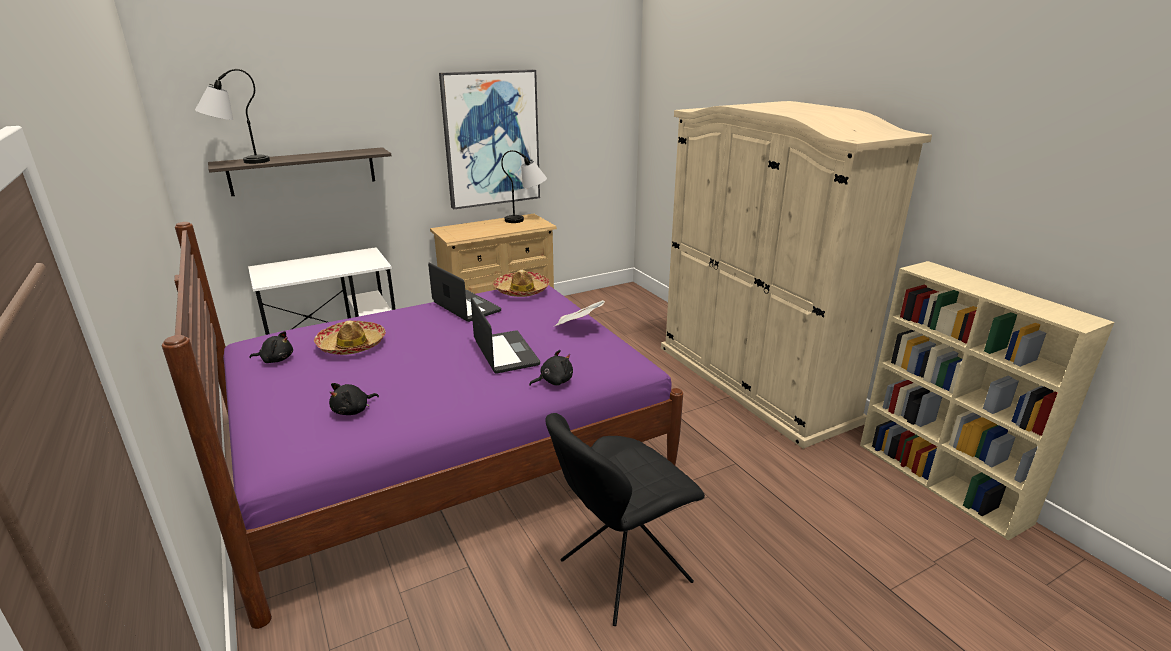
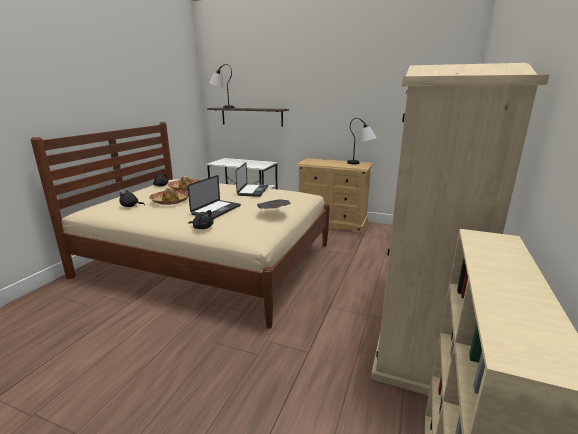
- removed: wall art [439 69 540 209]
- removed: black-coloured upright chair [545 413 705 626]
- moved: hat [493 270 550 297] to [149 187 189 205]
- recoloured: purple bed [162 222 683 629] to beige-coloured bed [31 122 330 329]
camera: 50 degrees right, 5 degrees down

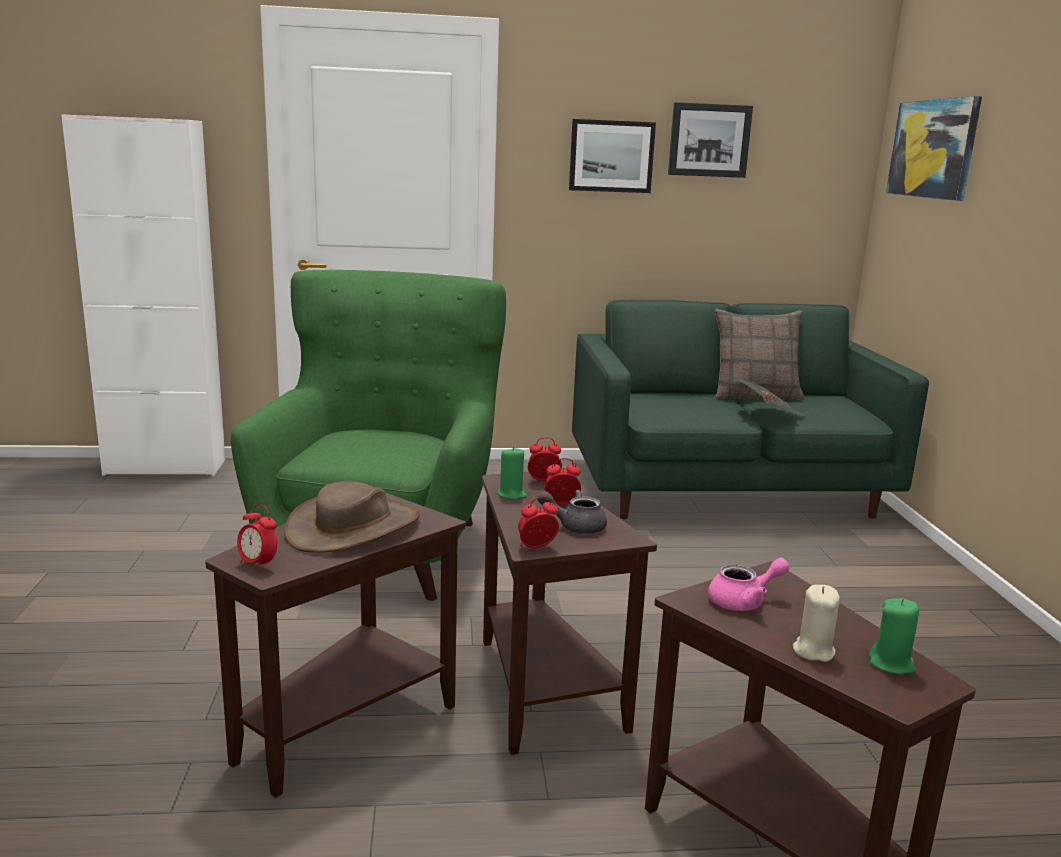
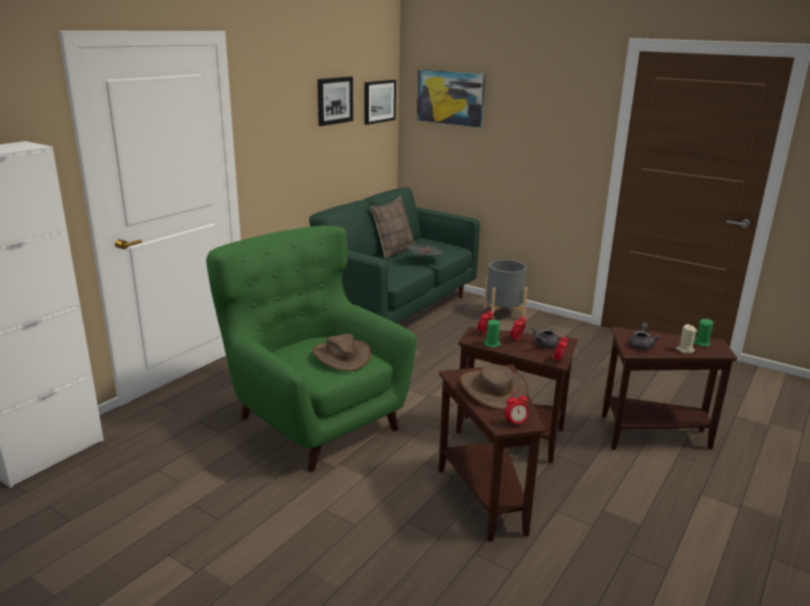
- added: brown-coloured hat [312 334 371 371]
- added: gray flower pot [484 260 528 319]
- moved: wall art [569 119 656 193] to [365 80 396 125]
- recoloured: pink tea pot [708 558 790 611] to gray tea pot [629 322 660 350]
camera: 50 degrees left, 5 degrees up

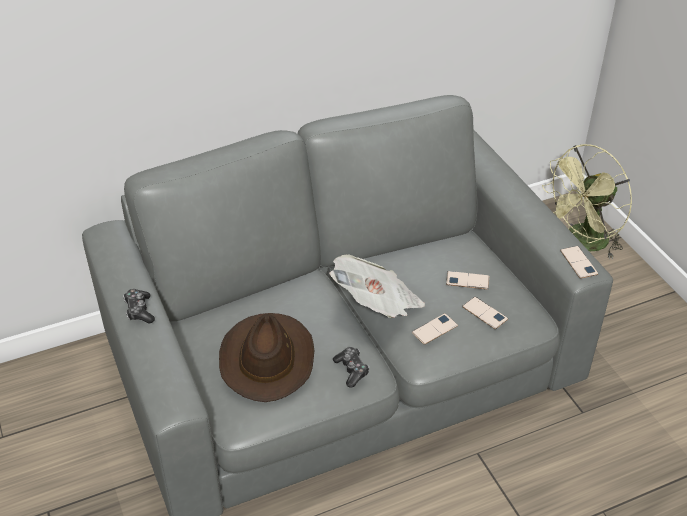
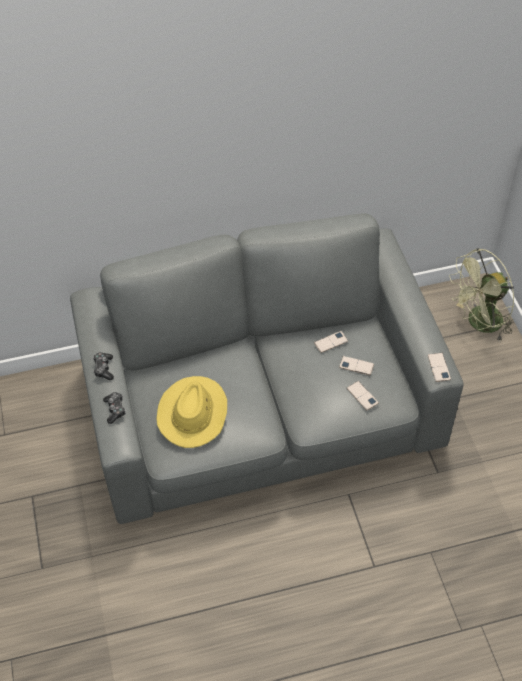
- removed: printed paper [329 254 425 318]
- moved: gamepad [333 347 369 387] to [103 392 126 424]
- moved: handset [412 313 458 345] to [314 331 348 353]
- recoloured: brown-coloured hat [219 313 314 402] to yellow-coloured hat [157 376 227 448]
camera: 10 degrees right, 10 degrees up

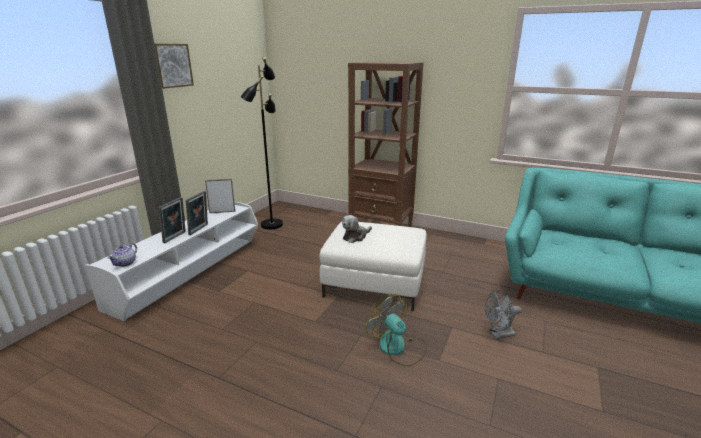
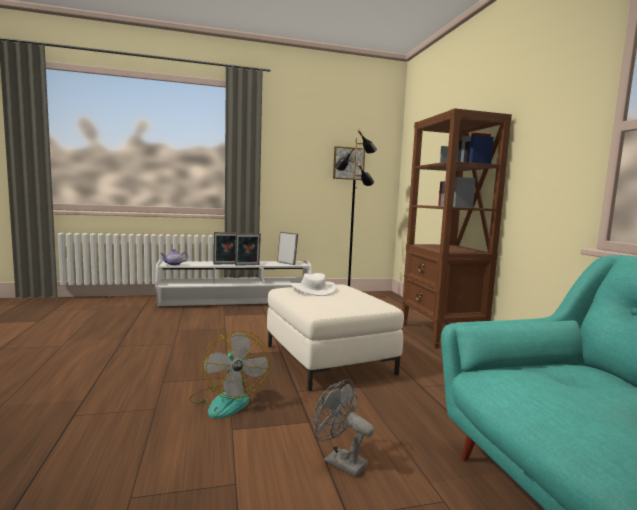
- moved: wall art [155 44 194 89] to [333 146 365 180]
- replaced: soft toy [342 215 372 243] to whitish hat [290 273 337 296]
- turned: fan [365 294 427 367] = [189 330 270 419] 150 degrees clockwise
camera: 50 degrees right, 15 degrees down

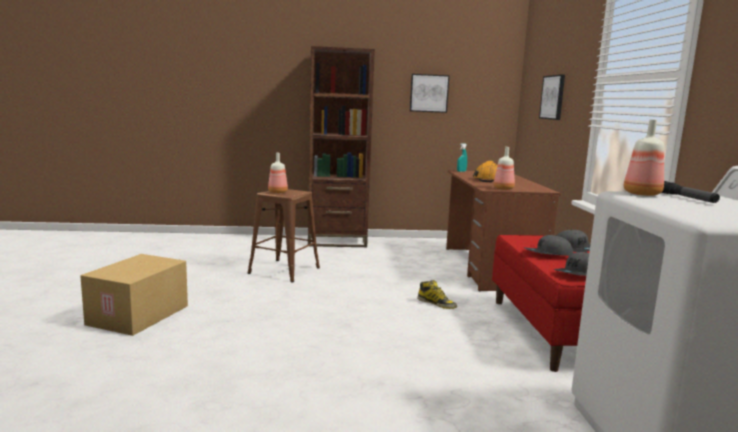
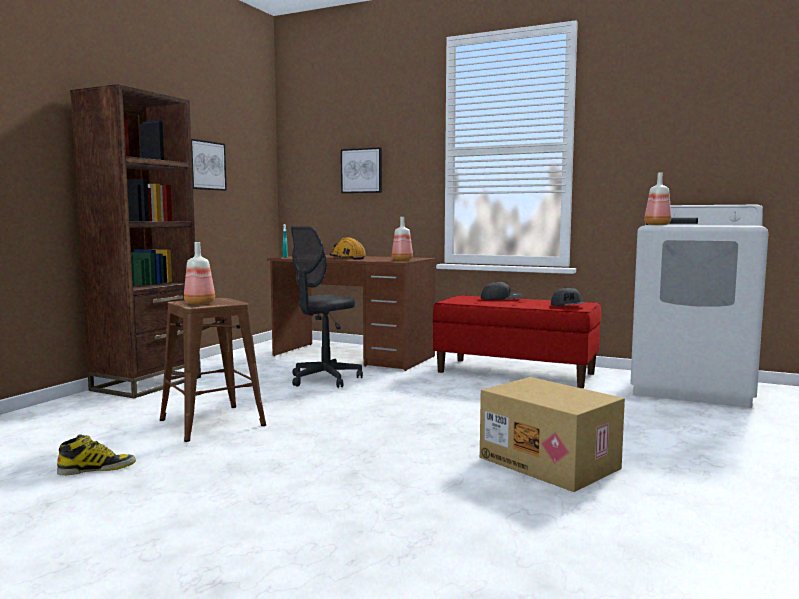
- removed: gray peaked cap [525 235 573 256]
- added: gray computer chair [291 226 363 388]
- moved: packing box [80 254 188 336] to [480 377 625 492]
- moved: boot [417 280 457 309] to [57 434 136 475]
camera: 60 degrees left, 5 degrees down

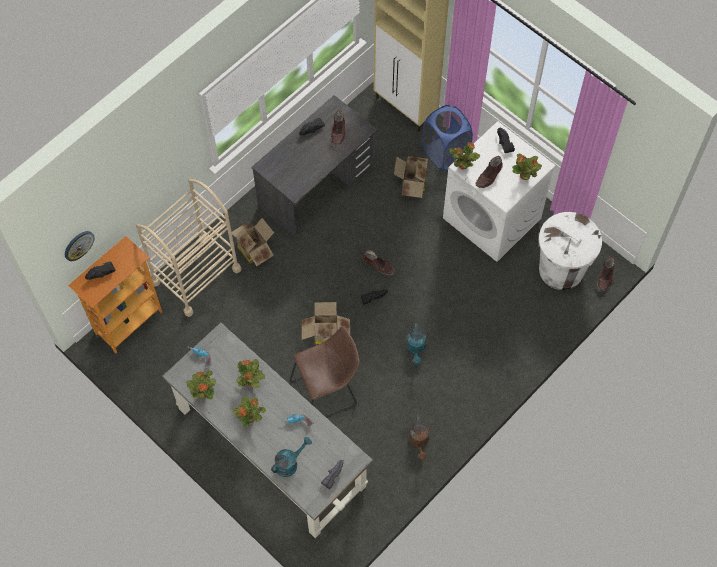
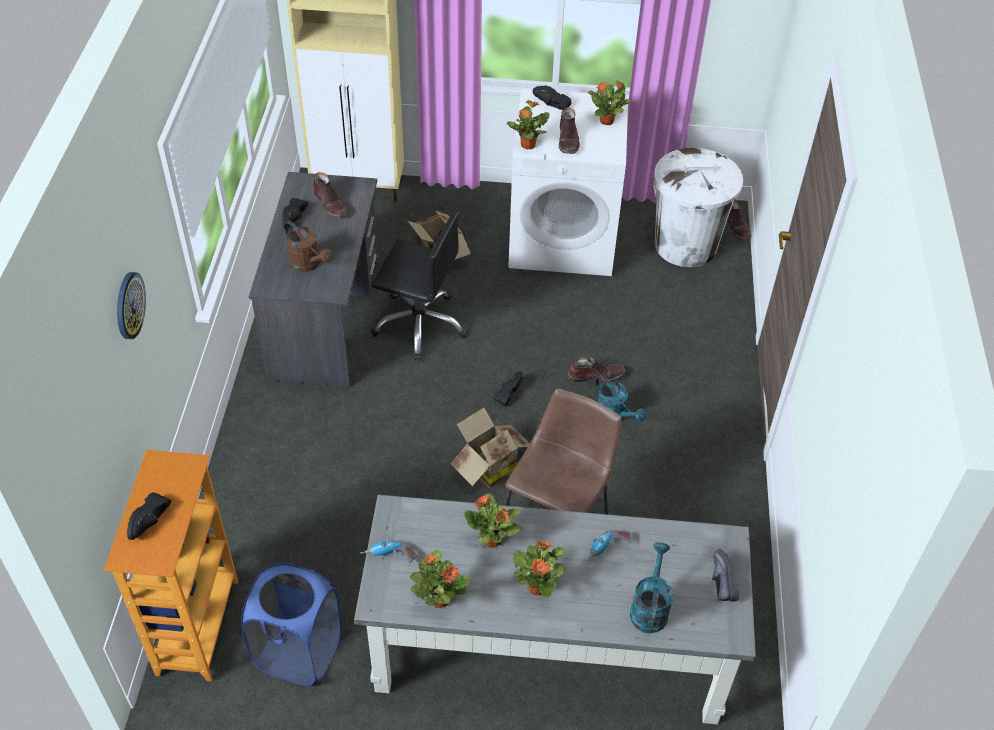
- removed: beige-coloured cart [136 179 241 317]
- removed: packing box [232 218 274 266]
- added: black-coloured computer chair [371 211 467 360]
- moved: wall clock [65 231 95 261] to [117 272 146 339]
- moved: brown-coloured boot [362 250 395 275] to [568 357 625 382]
- moved: brown-coloured watering pot [409 416 429 460] to [284 221 333 272]
- moved: blue washing basket [422 105 473 171] to [241 563 342 686]
camera: 40 degrees left, 15 degrees down

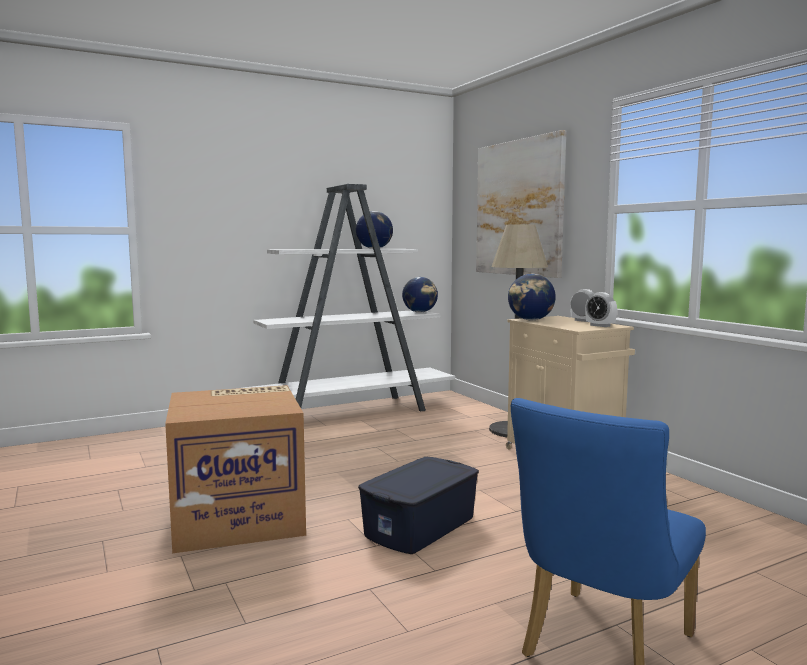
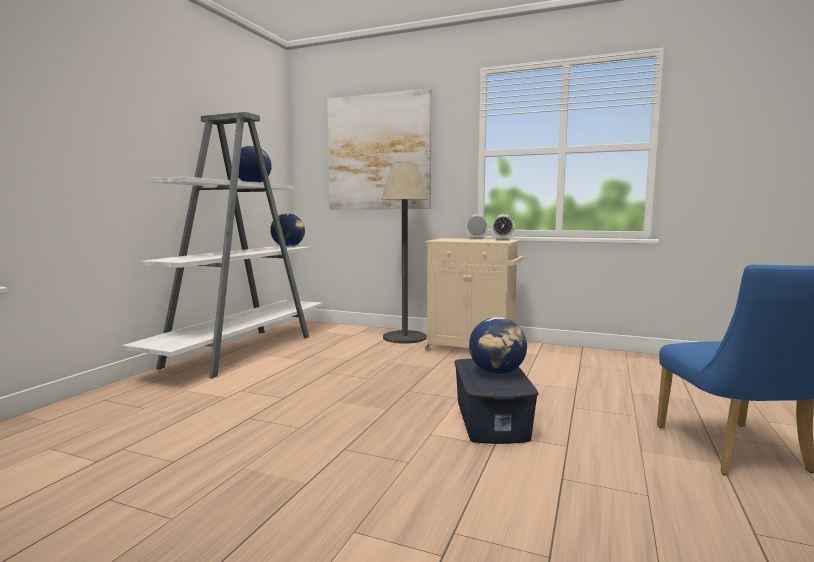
- removed: packing box [165 385 306 553]
- moved: globe [508 274 556 320] to [469 317 527 375]
camera: 40 degrees left, 0 degrees up

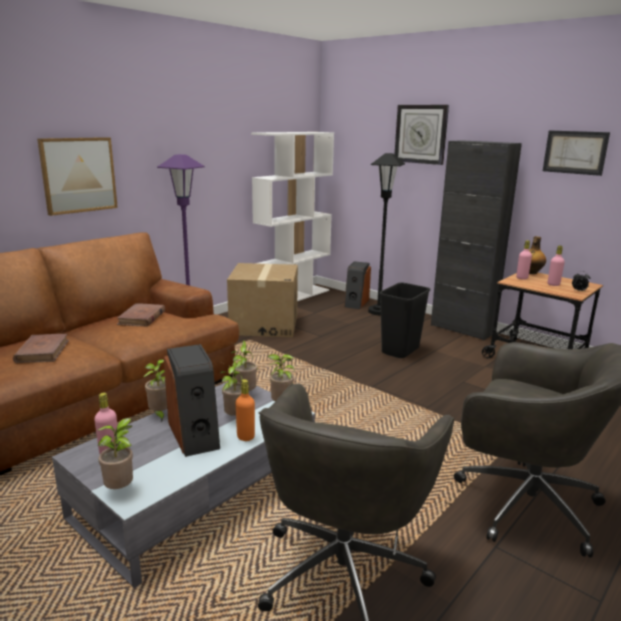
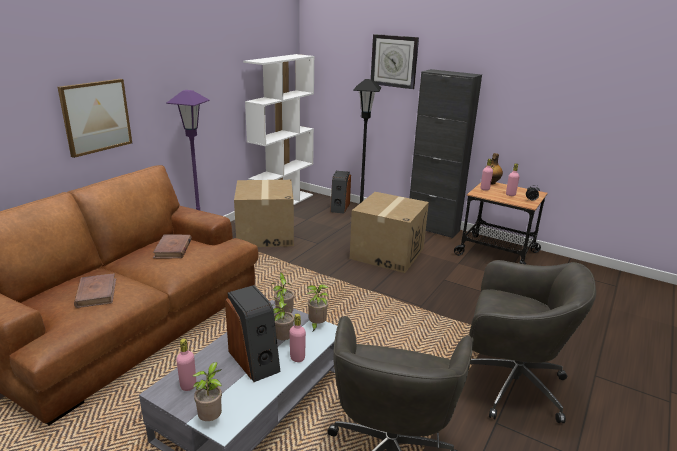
- removed: plant in a pot [143 360 167 422]
- removed: wall art [543 130 610 176]
- replaced: black-coloured trash can [379 283 430 358] to packing box [350 192 429 273]
- recoloured: orange-coloured drink bottle [236 379 255 441] to pink drink bottle [289 314 306 362]
camera: 10 degrees left, 5 degrees up

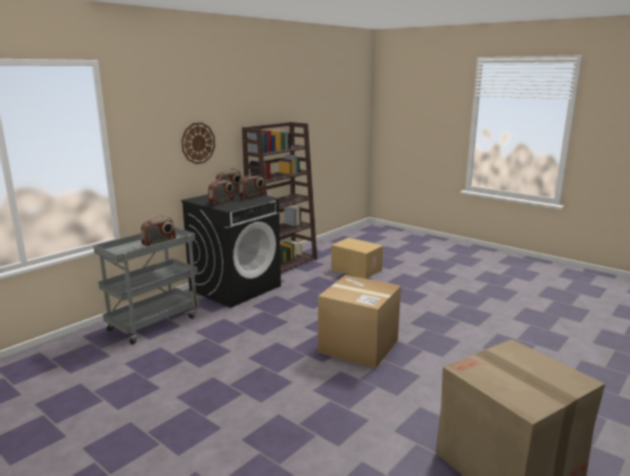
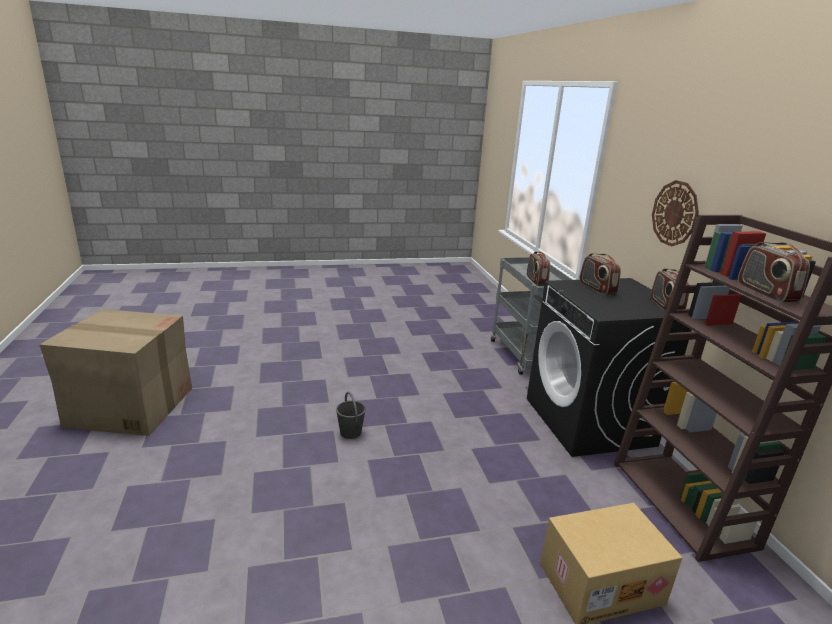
- moved: radio [239 172 266 200] to [738 242 810 302]
- replaced: packing box [318 275 401 369] to gray pail [336 392 366 439]
camera: 125 degrees right, 5 degrees up

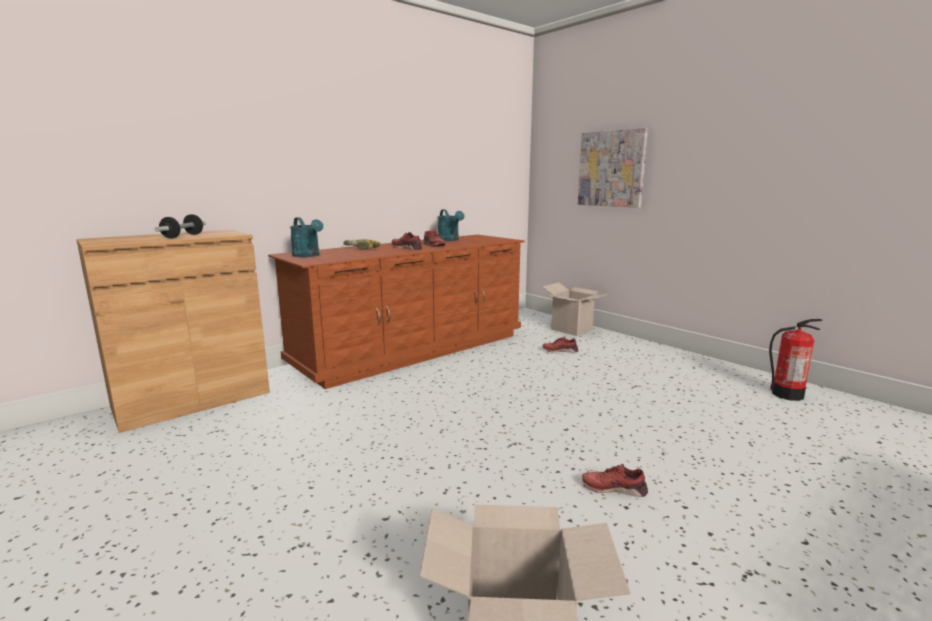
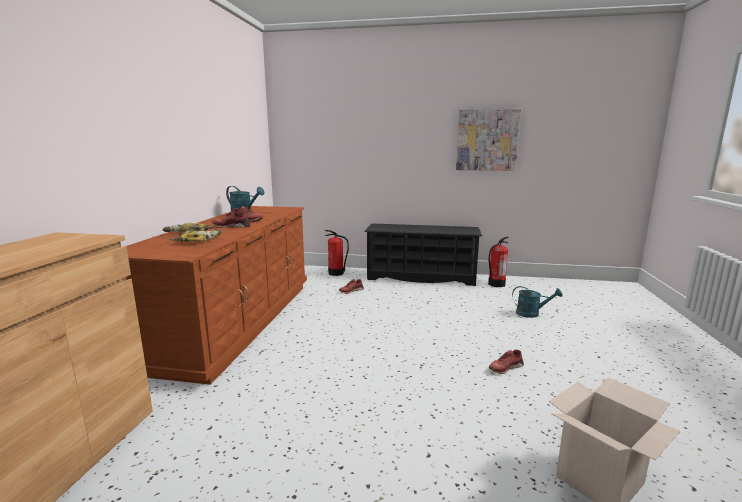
- removed: free weight [155 214 206 239]
- added: drill [169 229 222 242]
- added: black-coloured shoe rack [364 224 482 286]
- moved: blue-green watering pot [290 217 323 257] to [512 286 563 318]
- moved: wall art [578 128 648 208] to [456 109 521 171]
- replaced: packing box [542 282 608 336] to fire extinguisher [325 230 349 276]
camera: 40 degrees left, 0 degrees up

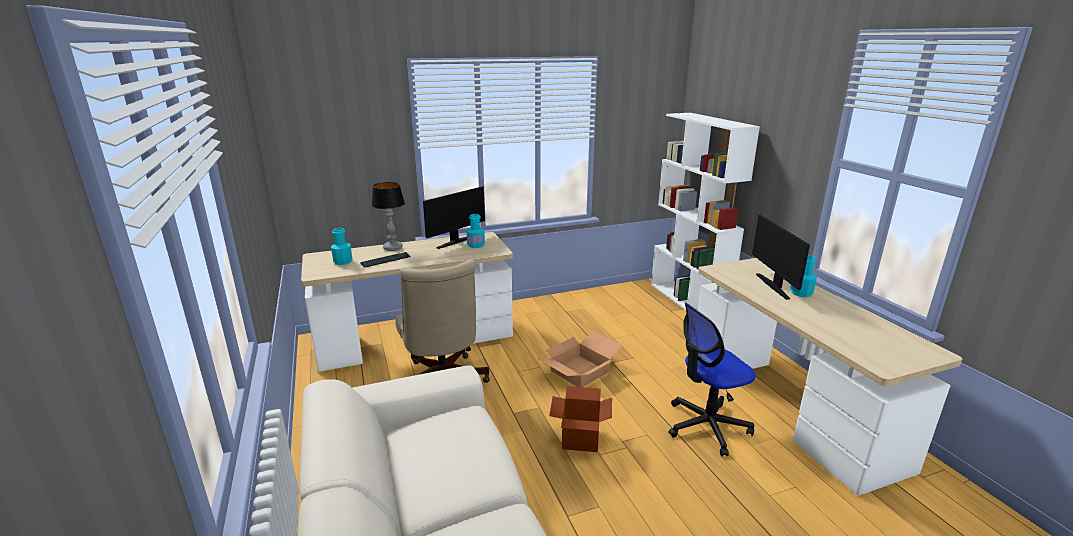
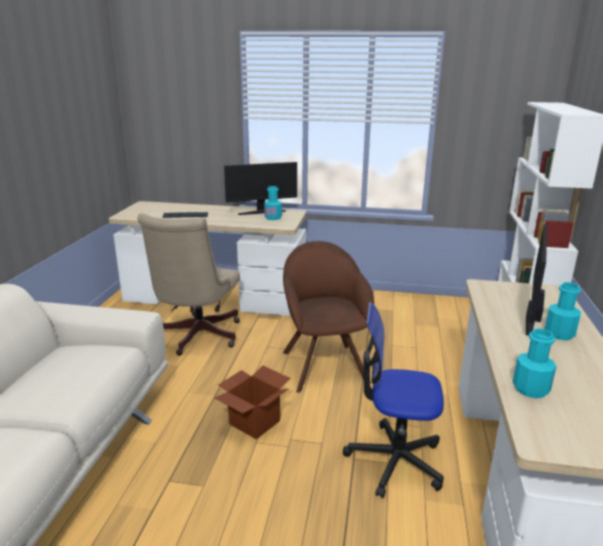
- removed: lamp for a table [372 182 405 251]
- moved: blue-green drink bottle [331 228 352 265] to [513 328 557 398]
- replaced: packing box [537 331 623 387] to brown-coloured armchair [283 241 374 393]
camera: 30 degrees right, 0 degrees up

